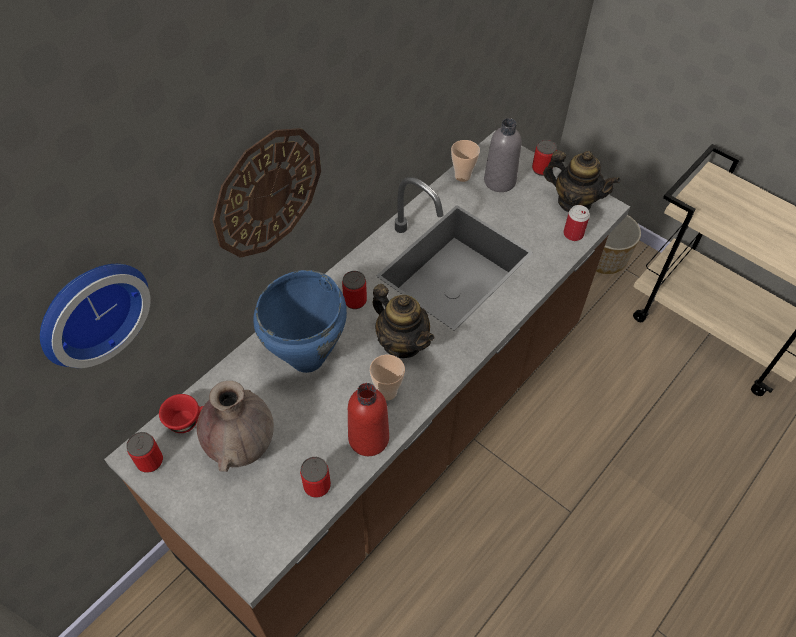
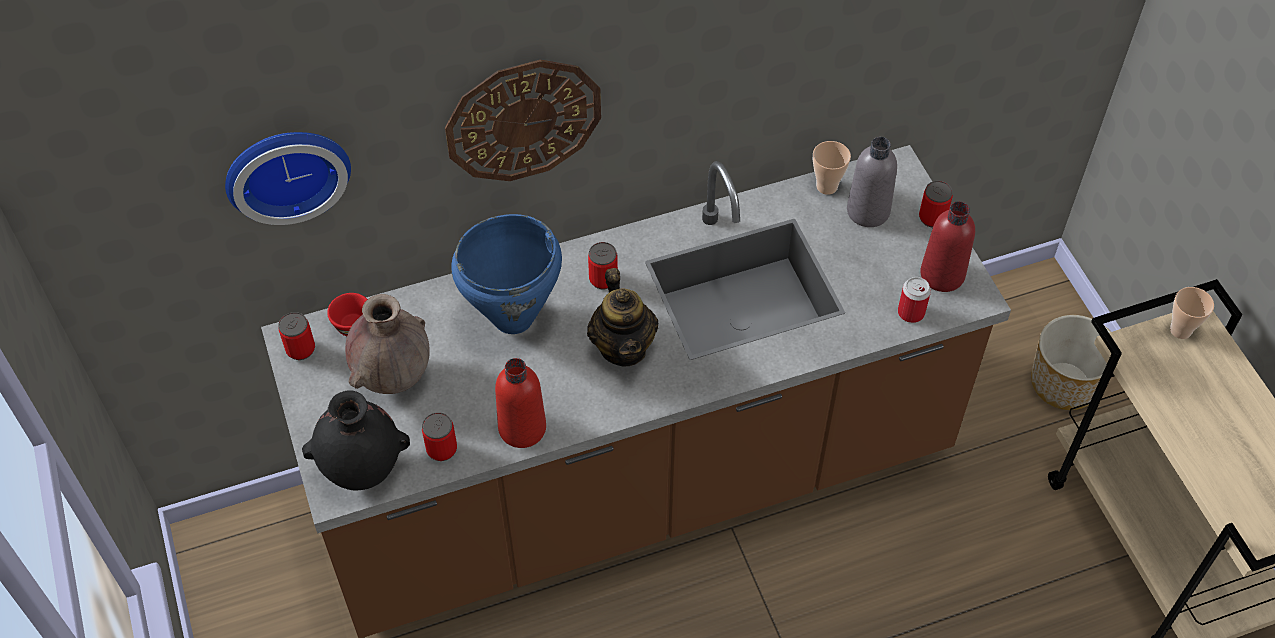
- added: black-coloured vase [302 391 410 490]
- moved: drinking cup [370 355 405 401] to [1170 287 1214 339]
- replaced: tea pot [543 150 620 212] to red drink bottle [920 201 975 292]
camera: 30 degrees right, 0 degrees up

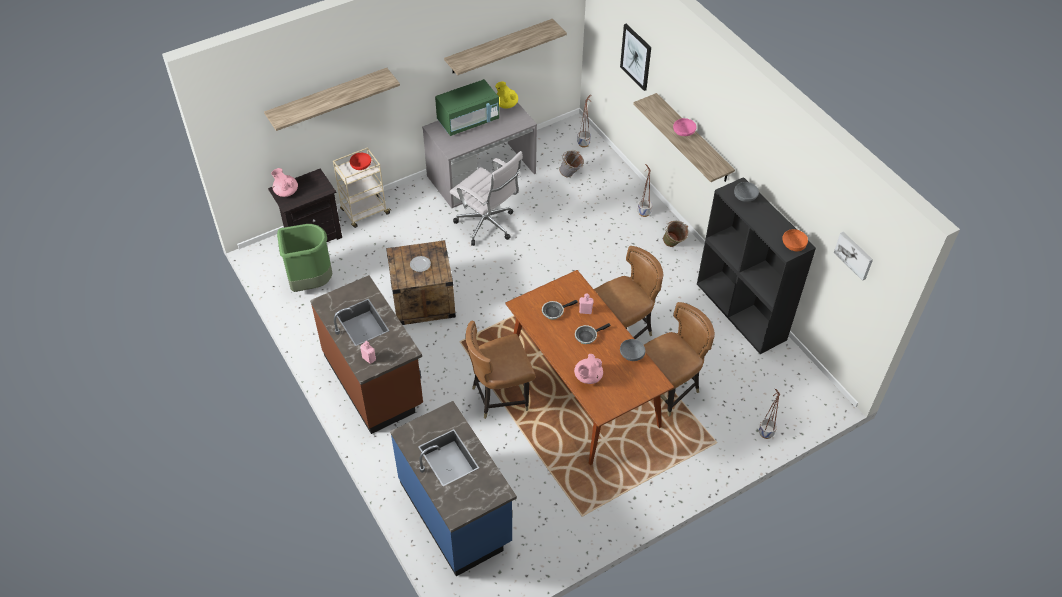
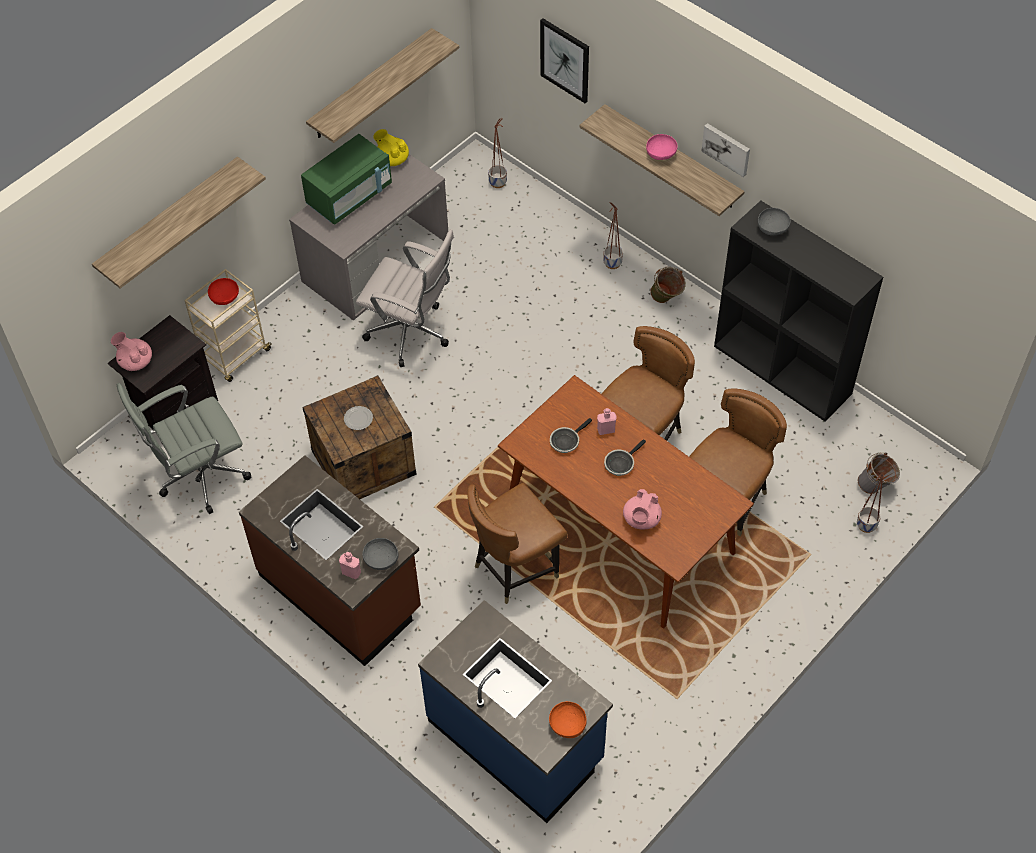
- moved: gray pail [559 150 584 177] to [858 452 900 494]
- moved: gray serving bowl [620 339 645 361] to [362 538 399 570]
- moved: orange-coloured serving bowl [782 229 808 252] to [549 701 587 738]
- moved: wall art [834 232 873 281] to [701 123 750 177]
- replaced: green-coloured trash can [277 224 333 292] to gray computer chair [117 383 251 514]
camera: 15 degrees left, 5 degrees up

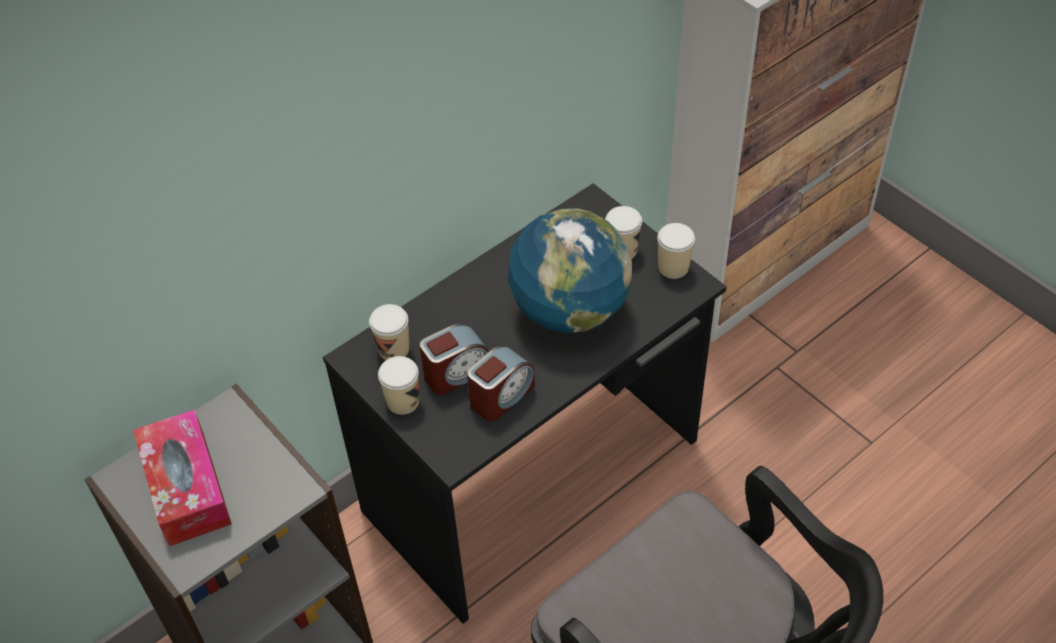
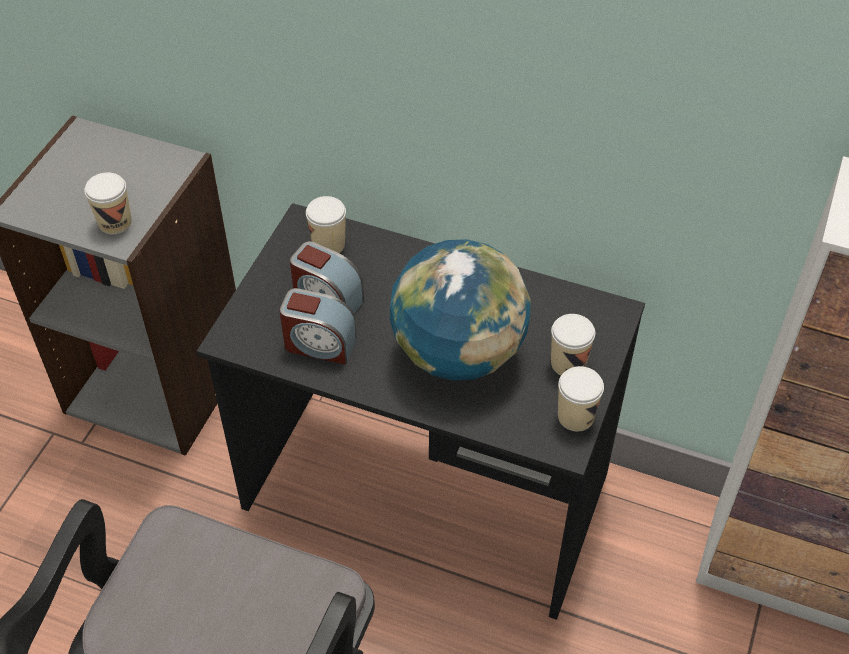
- removed: tissue box [133 410 232 547]
- moved: drinking cup [378 356 419 415] to [84 172 132 234]
camera: 60 degrees right, 0 degrees up

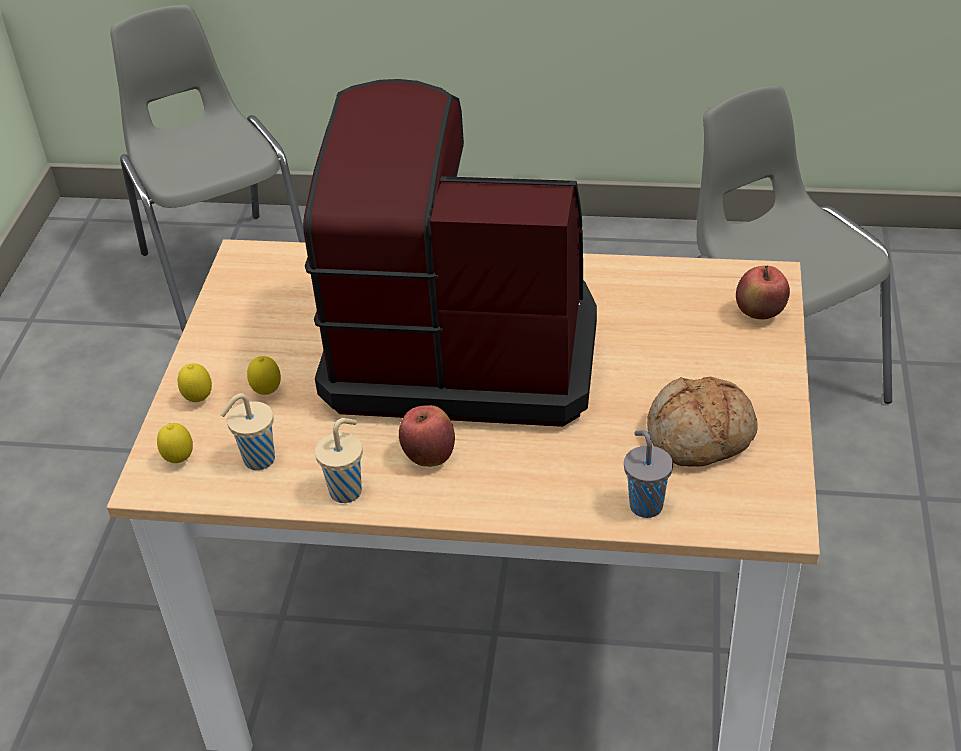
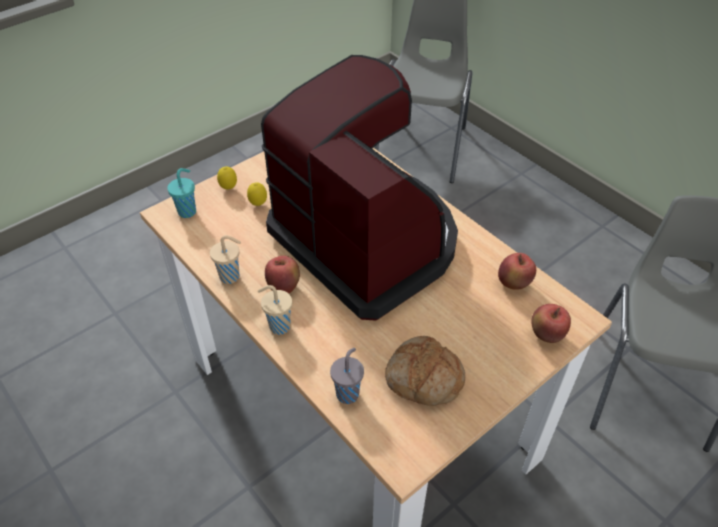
- added: apple [498 253 536 290]
- moved: beige-coloured drinking cup [220 393 275 470] to [258 285 292 335]
- replaced: lemon [157 423 193 463] to blue-green drinking cup [167 168 196 218]
camera: 40 degrees right, 5 degrees up

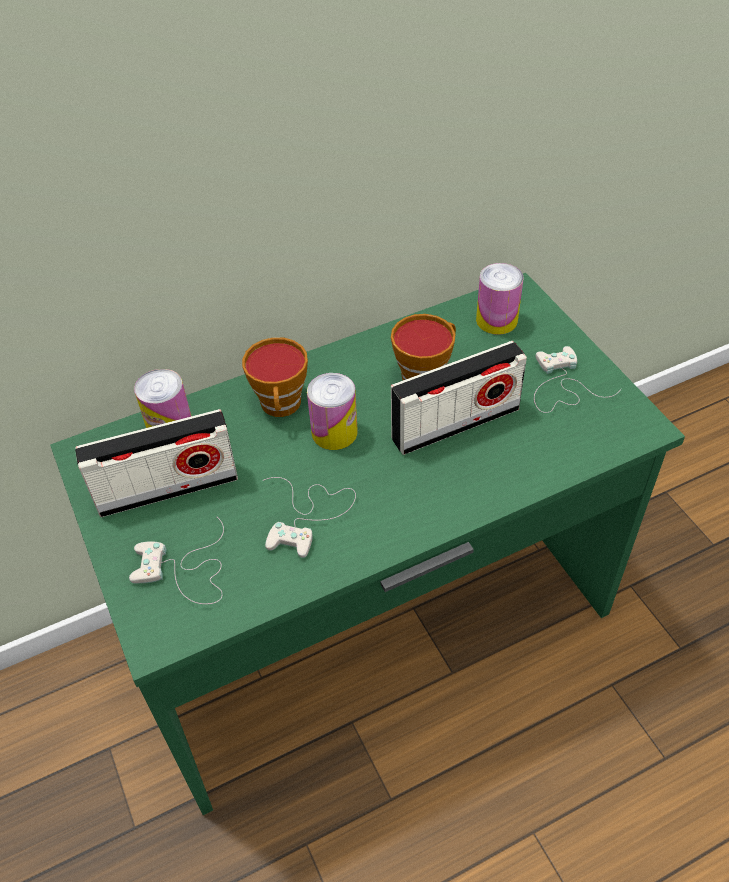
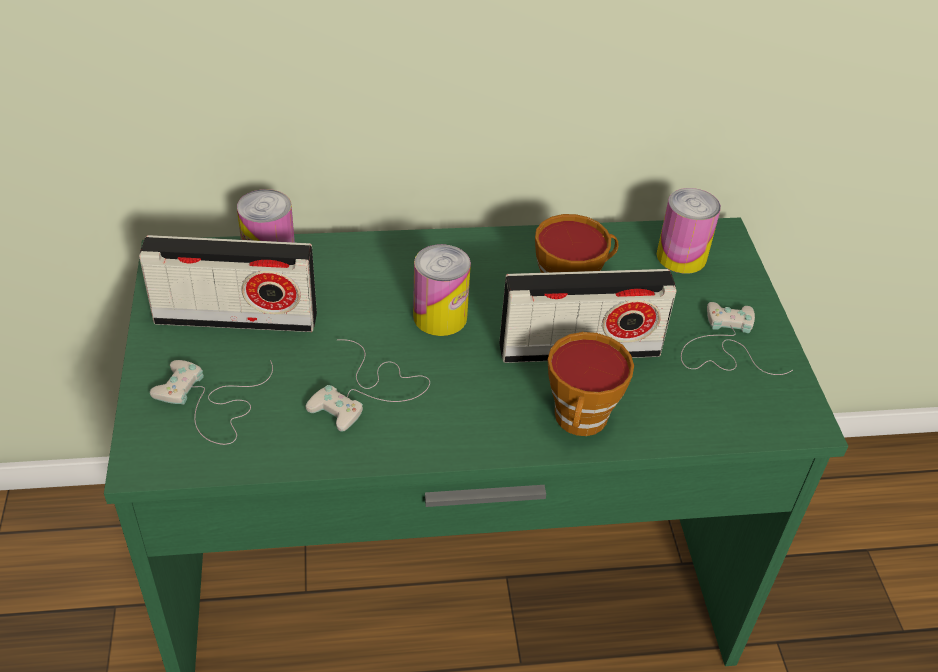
- moved: drinking cup [242 337 308 417] to [548 332 634 436]
camera: 15 degrees right, 5 degrees down

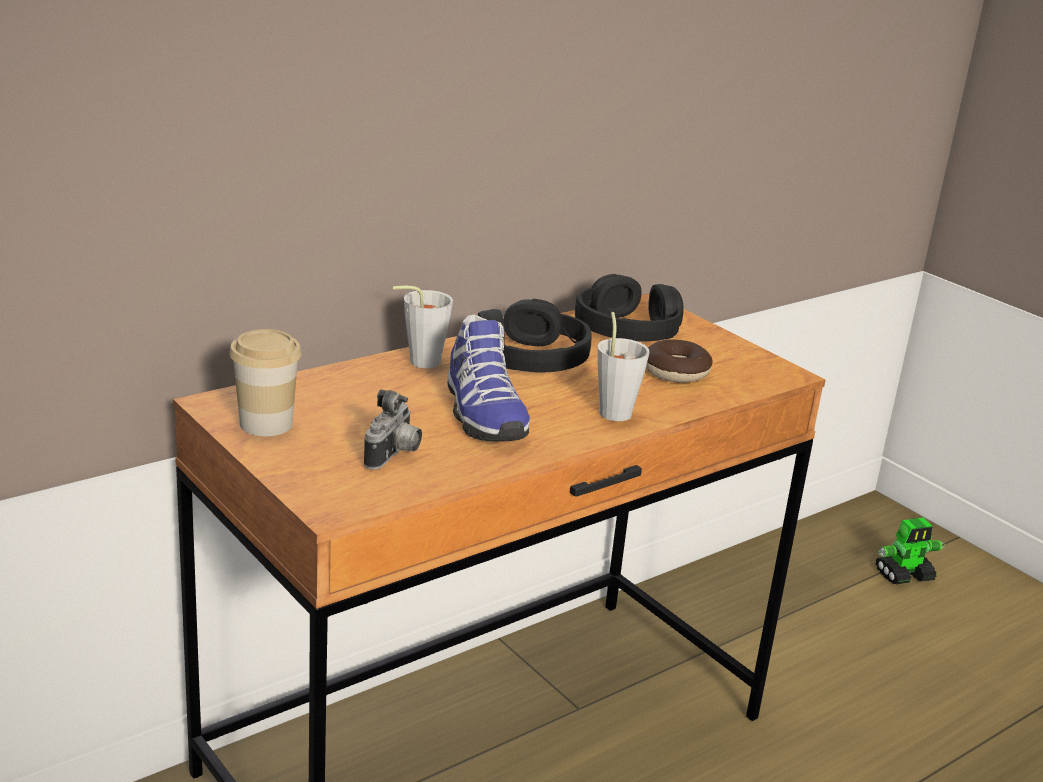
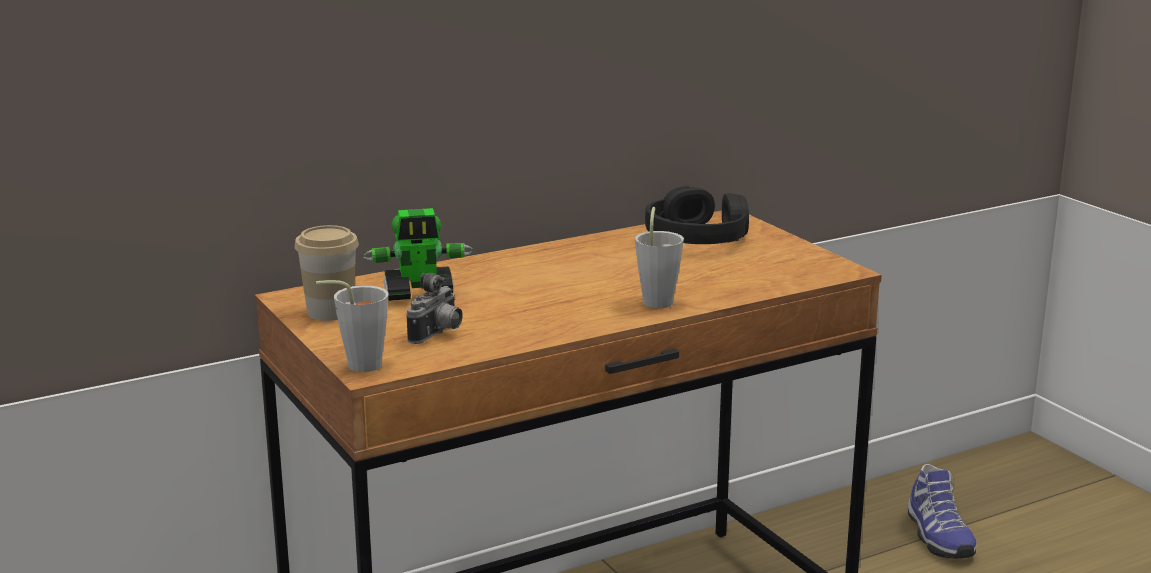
- removed: black-coloured headset [478 299 592 372]
- removed: ring doughnut [646 339 713 382]
- moved: gray drinking cup [393 286 453 368] to [316 280 389 372]
- moved: shoe [447 315 530 442] to [908 464 976 559]
- moved: toy robot [875 518 945 584] to [364 208 473 301]
camera: 10 degrees right, 5 degrees down

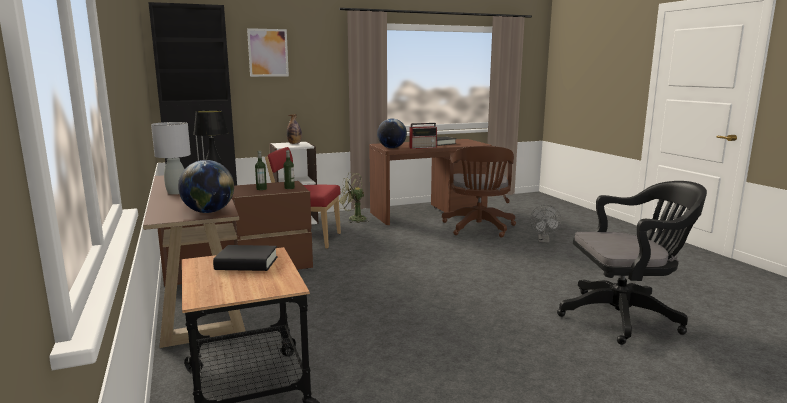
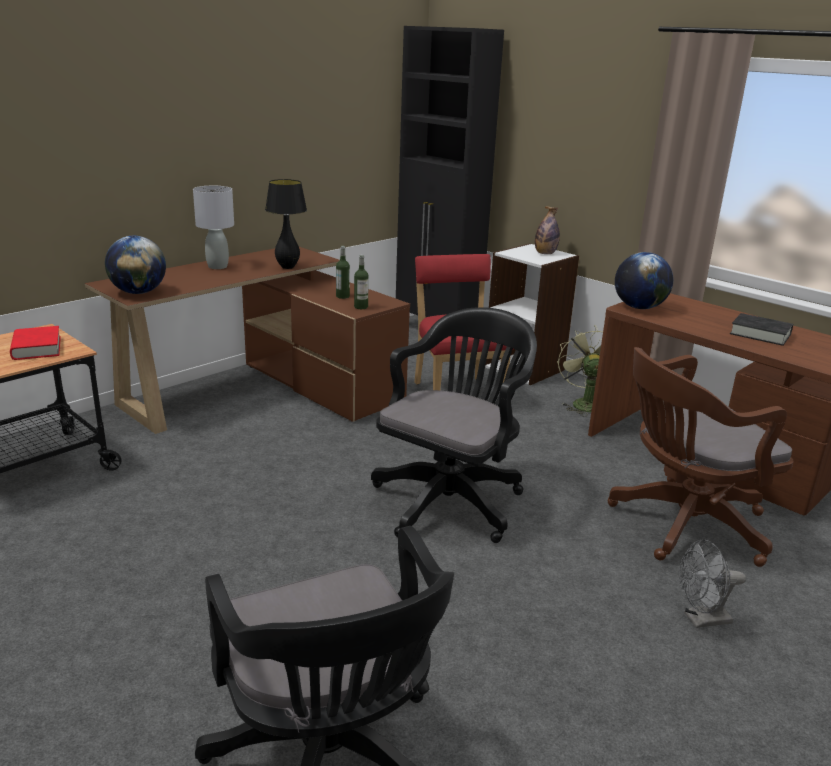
- removed: wall art [247 28 289 77]
- removed: radio [409 123 437 149]
- added: black-coloured computer chair [371 307 537 543]
- recoloured: black-coloured volume [213 245 278 271] to red volume [10 326 61 360]
camera: 65 degrees right, 10 degrees up

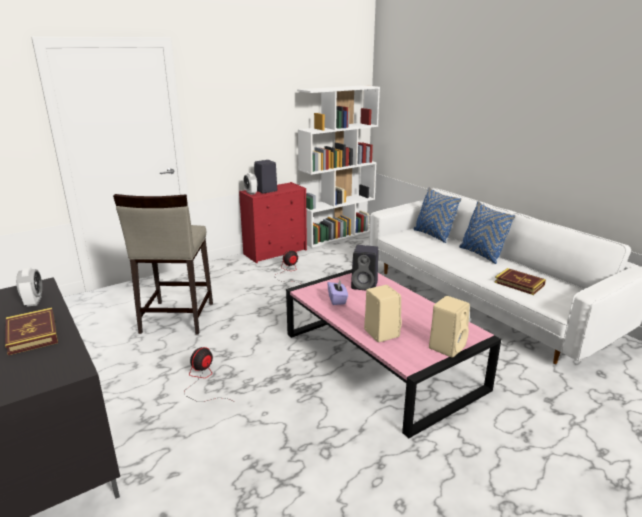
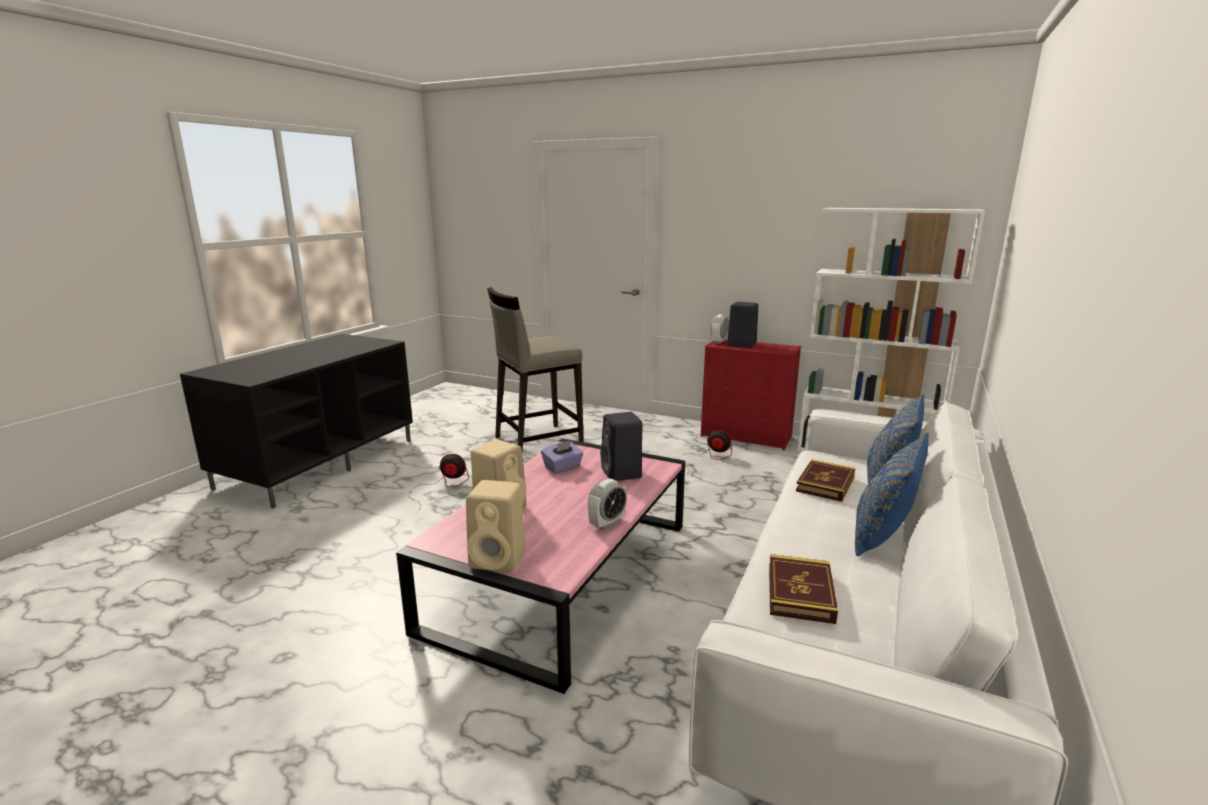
- moved: volume [5 308 58 355] to [796 459 856 502]
- moved: alarm clock [16 267 42 307] to [588 479 627 530]
camera: 60 degrees right, 5 degrees down

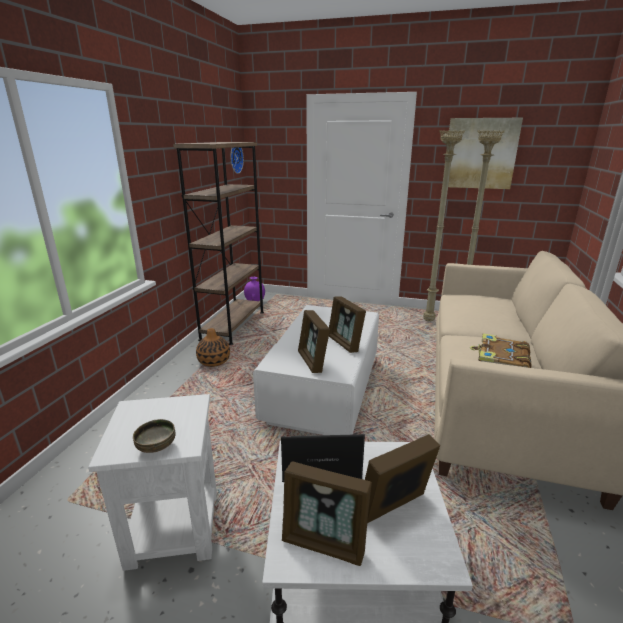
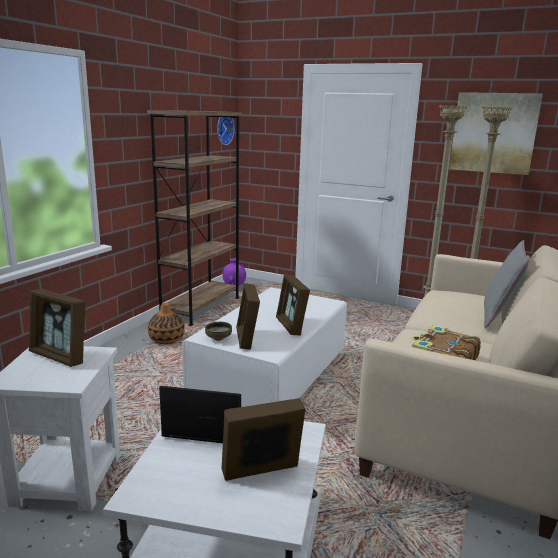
- added: gray throw pillow [484 240 530 328]
- moved: serving bowl [133 419 176 453] to [205 322 232 341]
- moved: photo frame [282 461 372 566] to [29 289 86 367]
camera: 10 degrees right, 5 degrees down

